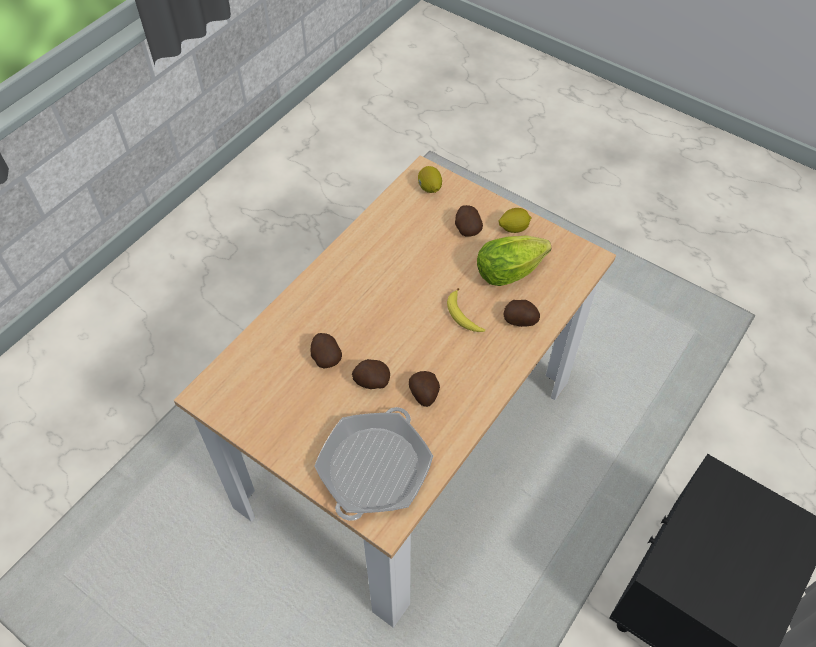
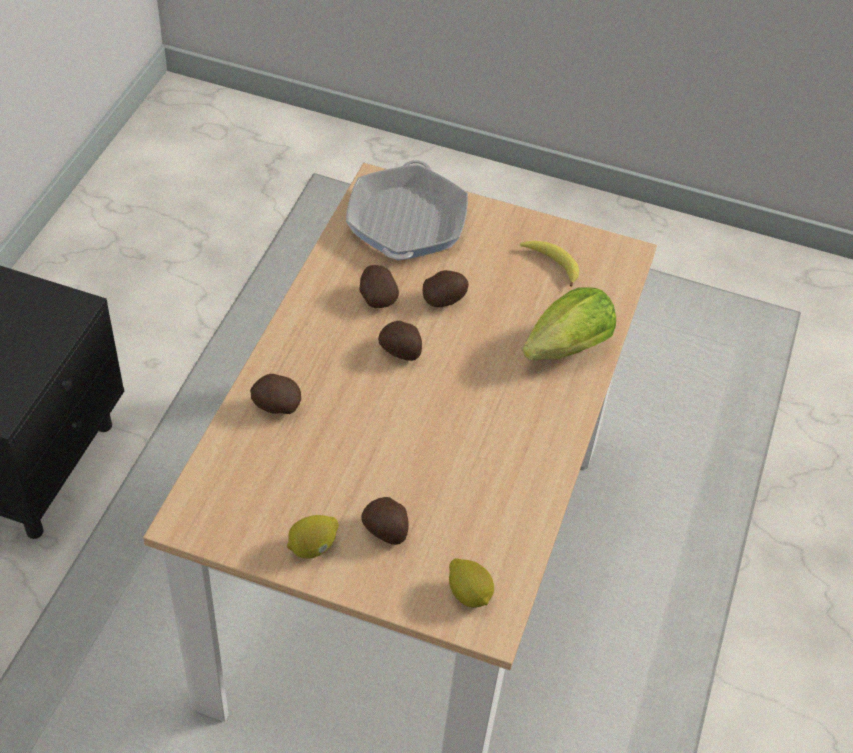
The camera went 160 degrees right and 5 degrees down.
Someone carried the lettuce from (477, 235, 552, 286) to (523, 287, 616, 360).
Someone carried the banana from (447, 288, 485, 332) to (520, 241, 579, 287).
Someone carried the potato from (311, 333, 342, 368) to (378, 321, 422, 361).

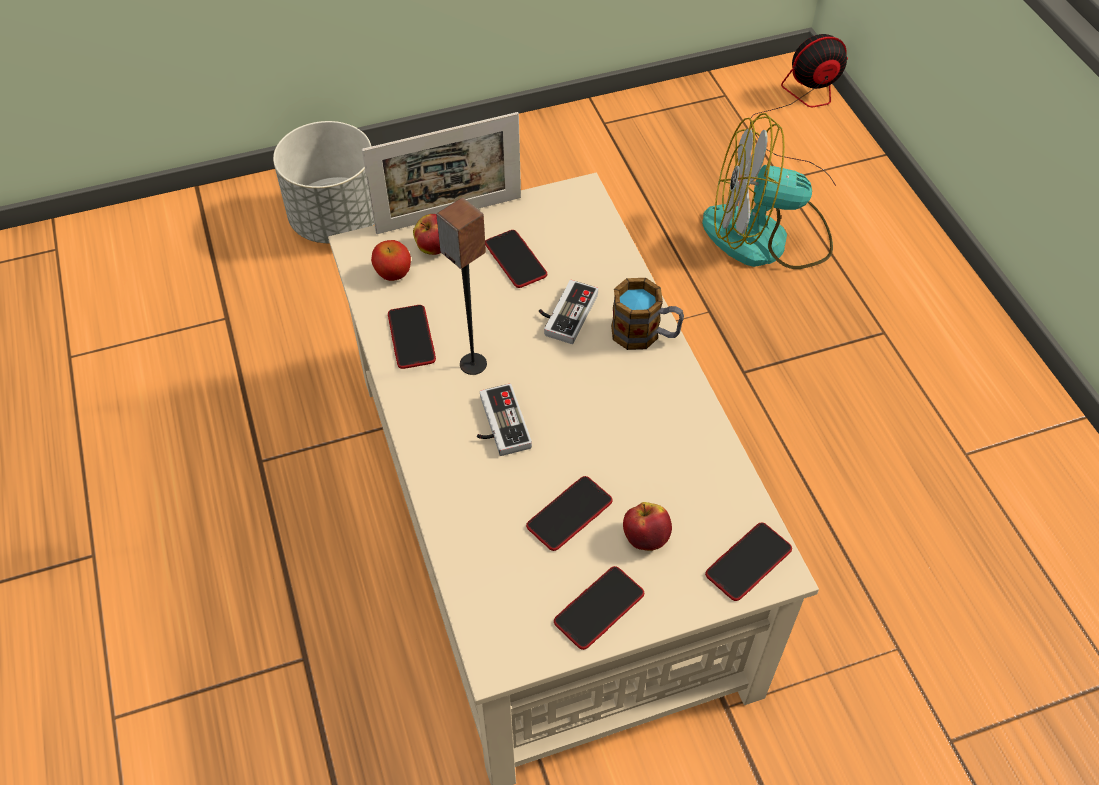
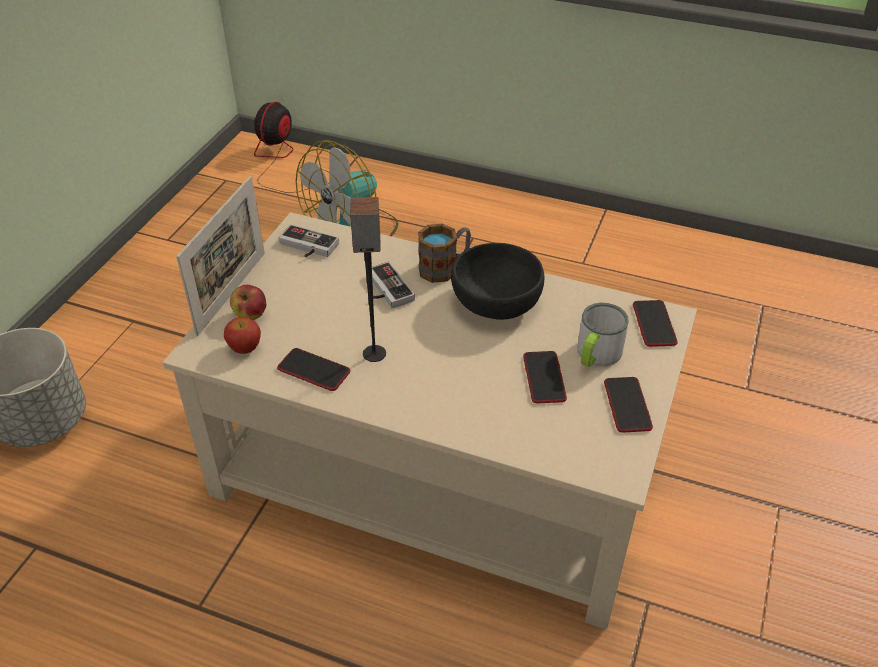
The camera went 50 degrees left and 10 degrees down.
Someone took away the phone at (485, 230, 547, 288).
Someone carried the game controller from (477, 384, 532, 456) to (279, 224, 339, 257).
Someone swapped the apple at (623, 502, 672, 551) for the mug at (578, 303, 629, 367).
Someone put down the black bowl at (451, 243, 544, 320).

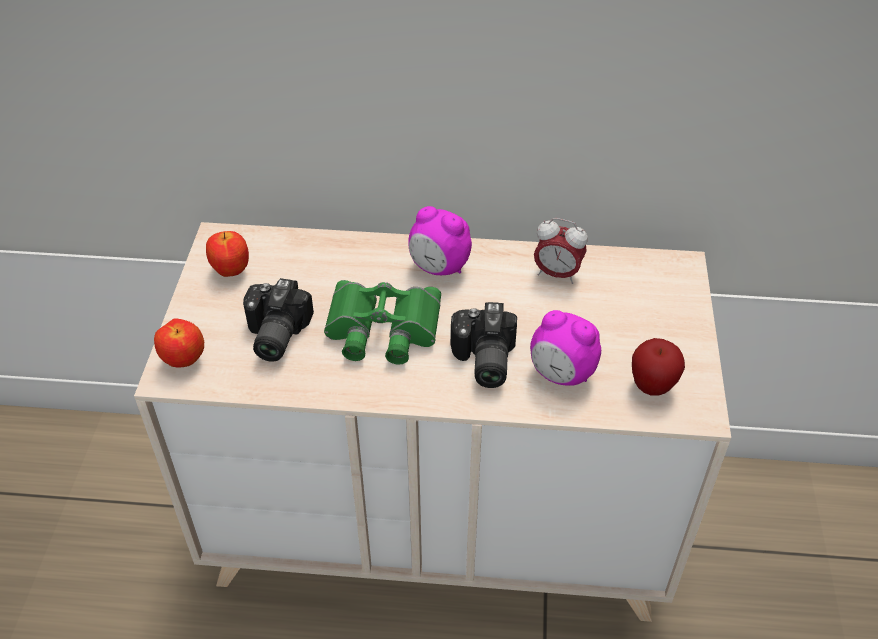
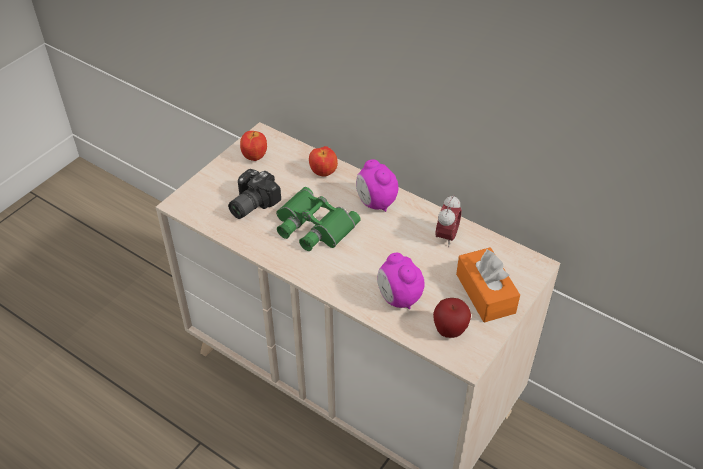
The camera went 30 degrees right and 0 degrees up.
Someone rotated the alarm clock at (534, 218, 588, 284) by 120 degrees counterclockwise.
Someone took away the photo camera at (451, 302, 517, 388).
Someone carried the apple from (154, 318, 204, 368) to (309, 146, 338, 177).
Someone put down the orange tissue box at (456, 247, 520, 322).

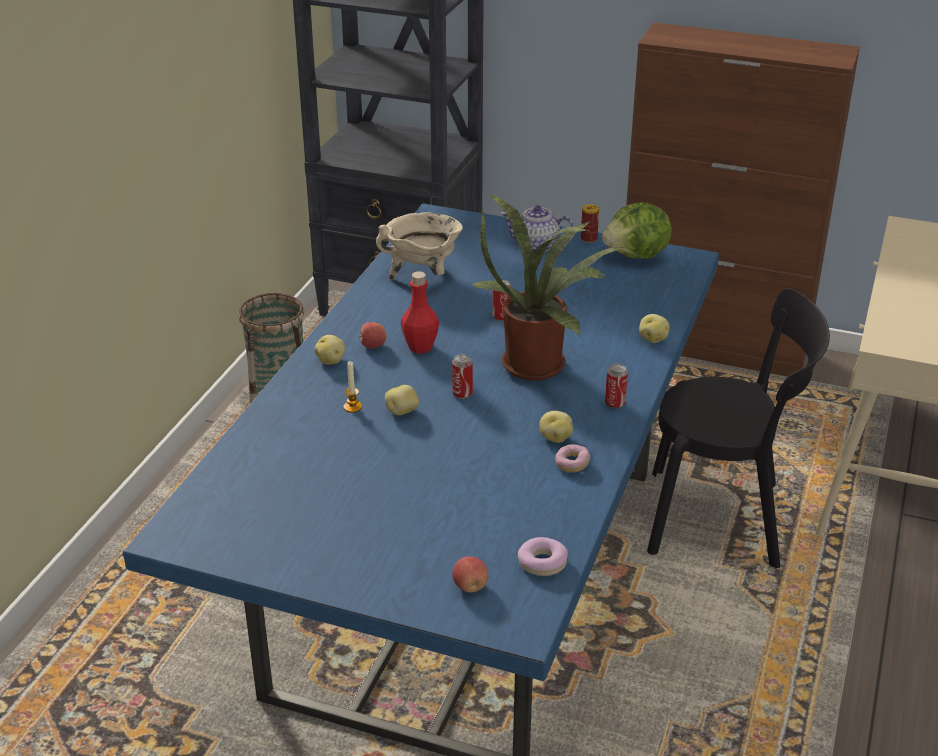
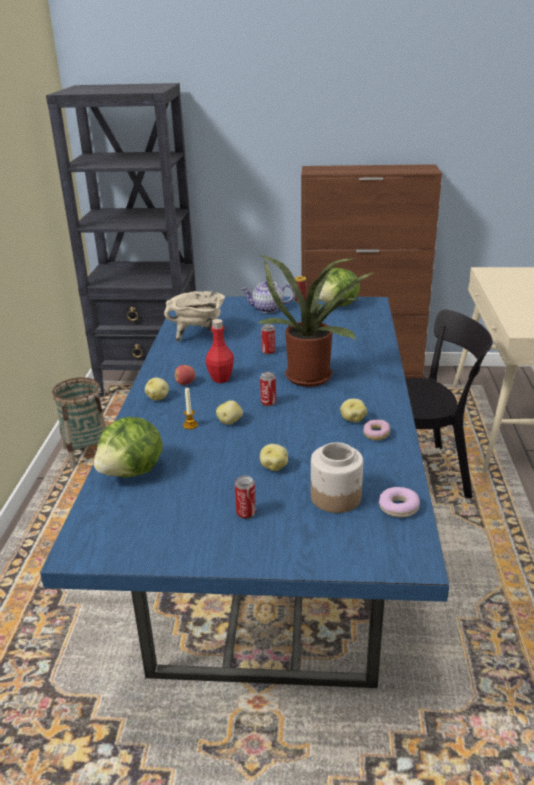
The camera went 15 degrees left and 5 degrees down.
Someone carried the potato from (639, 314, 670, 343) to (260, 444, 288, 471).
Someone carried the can from (605, 364, 628, 409) to (235, 476, 256, 519).
Someone took away the apple at (452, 556, 488, 593).
Someone put down the lettuce at (94, 417, 163, 477).
Someone put down the jar at (311, 442, 363, 513).

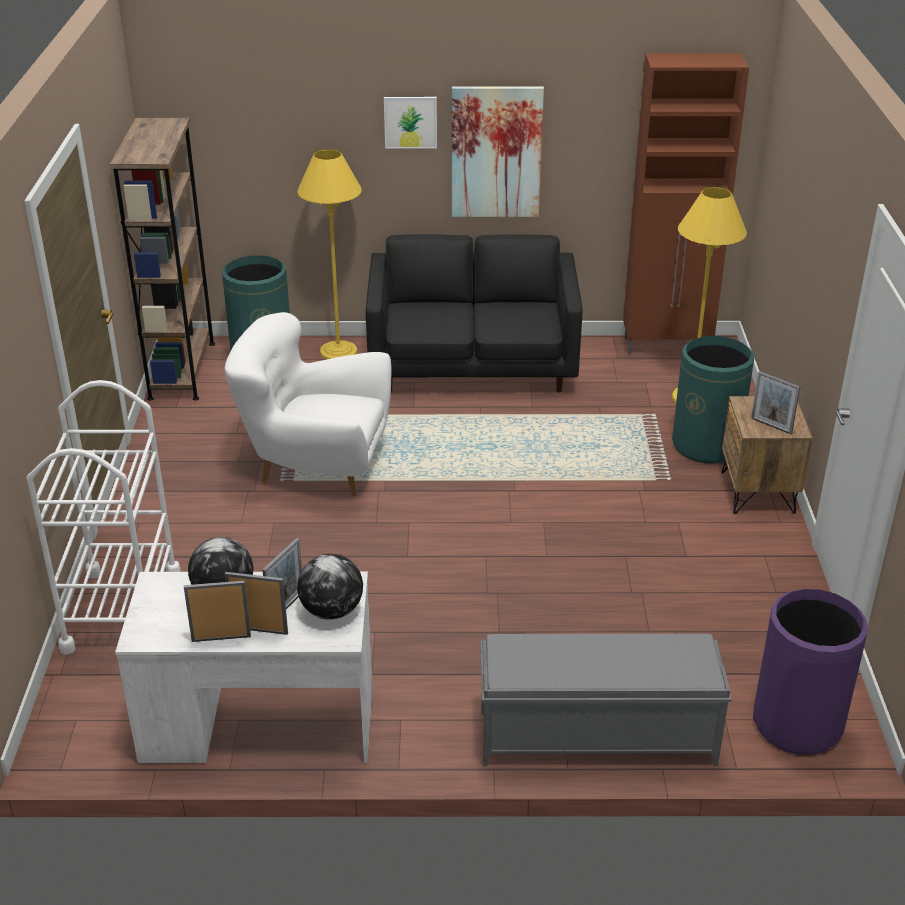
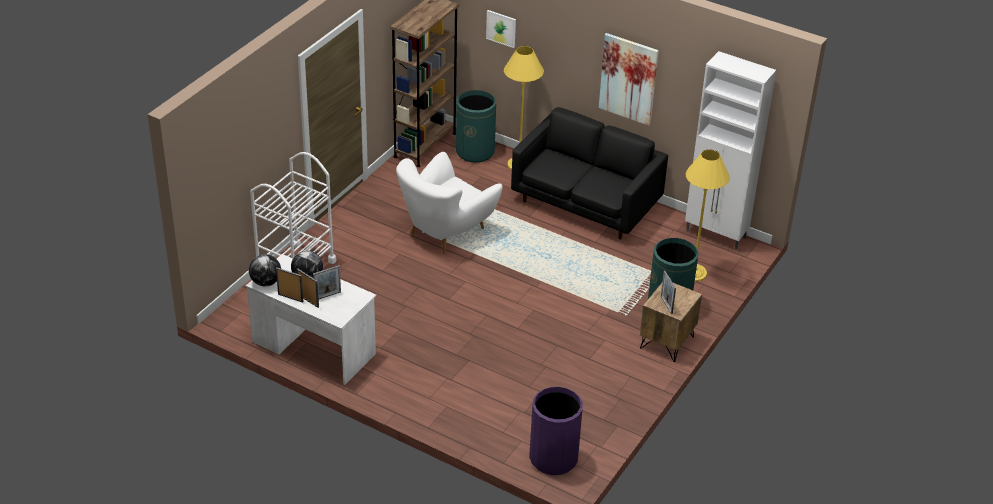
The camera went 30 degrees right and 5 degrees up.
Someone repainted the brown cabinet at (623, 53, 749, 355), which became the white cabinet at (685, 51, 776, 250).
Someone carried the picture from (384, 97, 437, 149) to (486, 10, 516, 48).
Someone rotated the white armchair at (224, 312, 391, 497) by 90 degrees counterclockwise.
Someone carried the globe from (297, 554, 363, 620) to (249, 254, 281, 286).
Someone took away the grey bench at (480, 634, 732, 767).

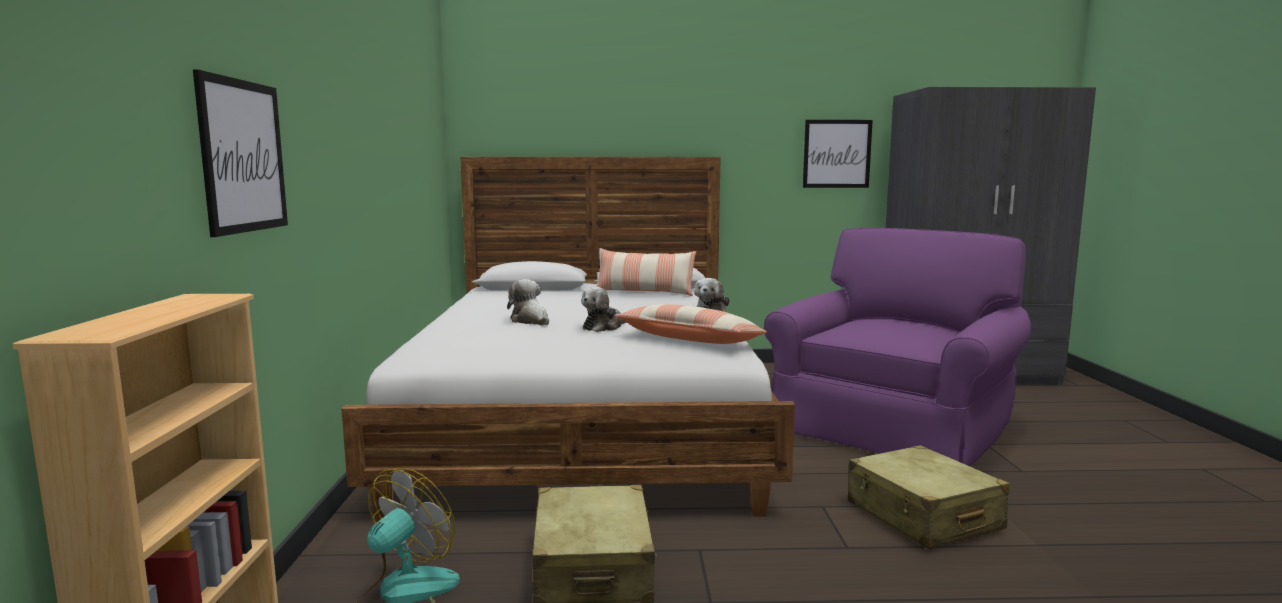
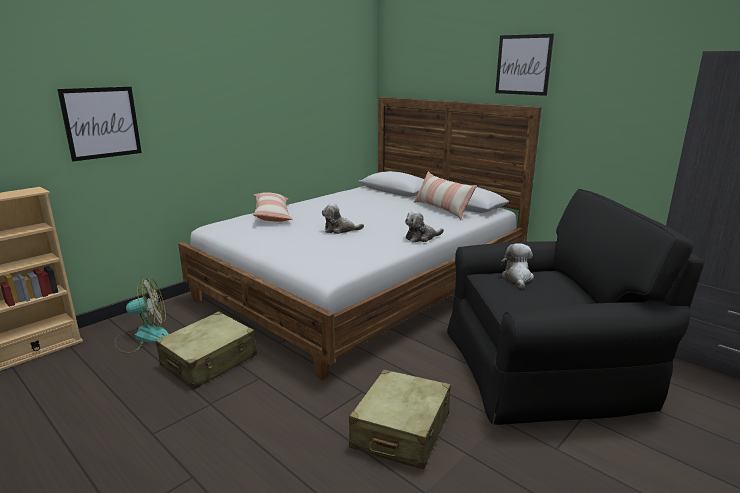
The camera went 45 degrees right and 10 degrees up.
Someone carried the picture from (803, 120, 873, 188) to (495, 34, 554, 96).
Someone repainted the purple armchair at (764, 228, 1031, 467), which became the black armchair at (447, 189, 704, 425).
Someone carried the plush toy from (507, 279, 549, 325) to (500, 243, 534, 289).
Someone carried the pillow from (614, 304, 767, 344) to (253, 192, 292, 222).

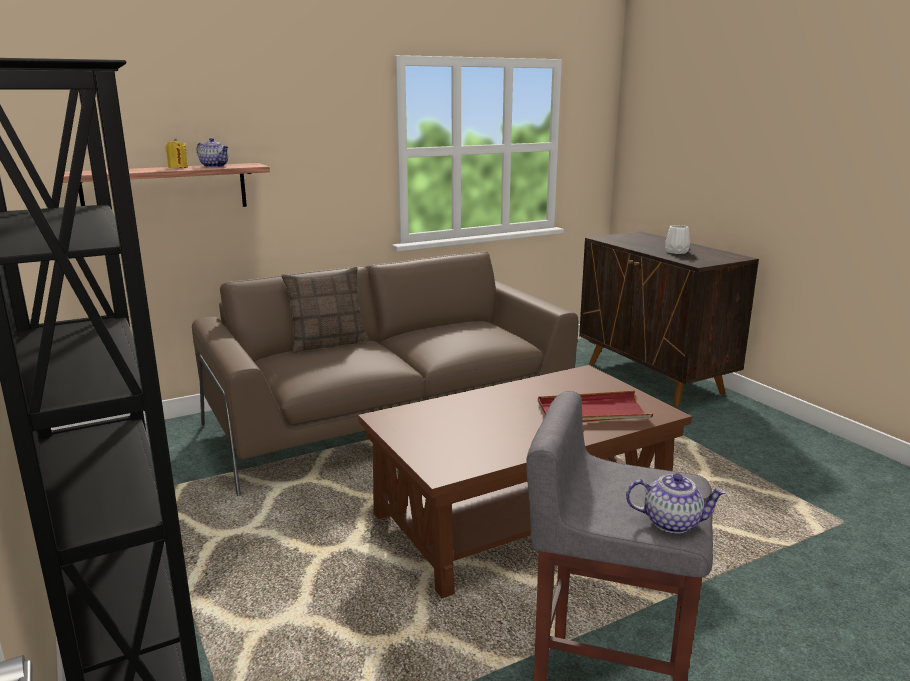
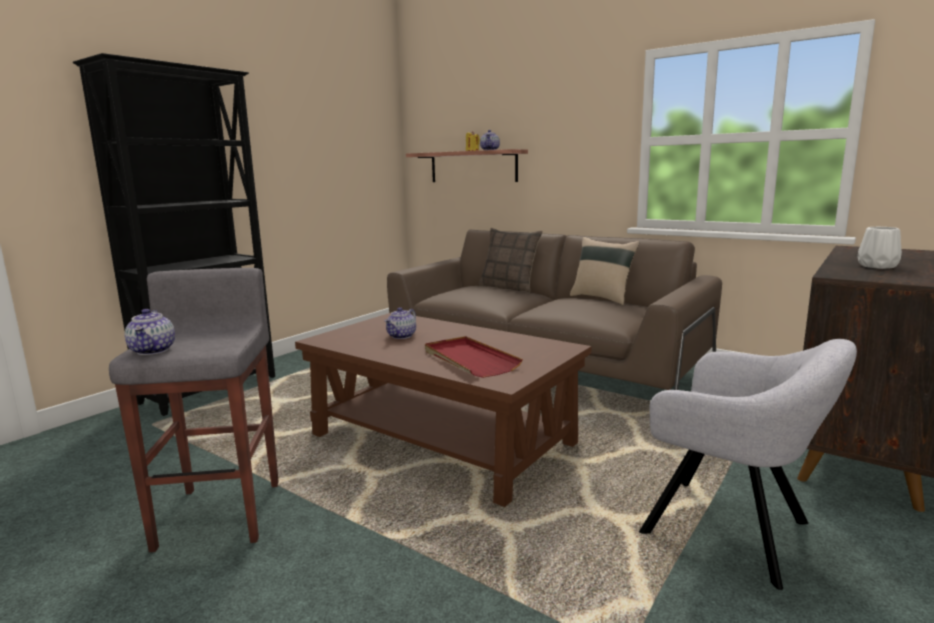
The camera went 65 degrees right and 5 degrees down.
Someone put down the beige pillow at (570, 237, 640, 305).
Someone put down the teapot at (385, 307, 416, 339).
Someone put down the grey armchair at (639, 339, 857, 590).

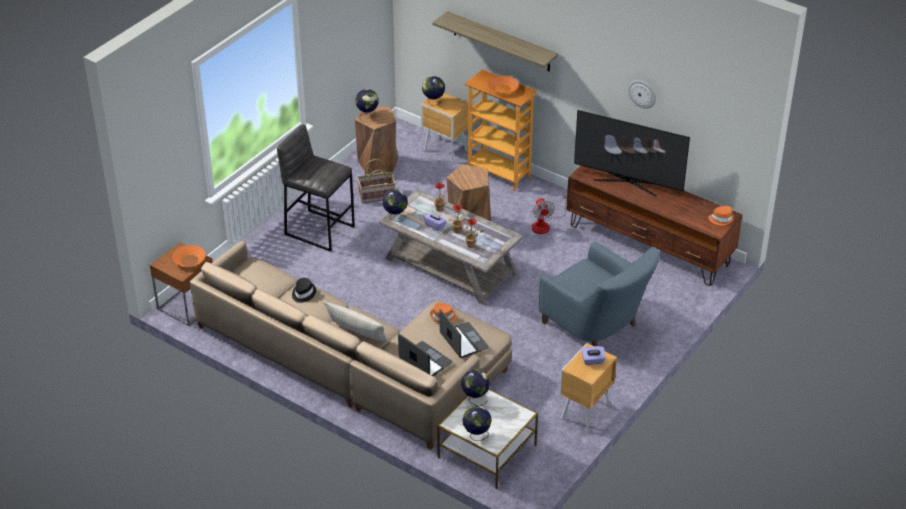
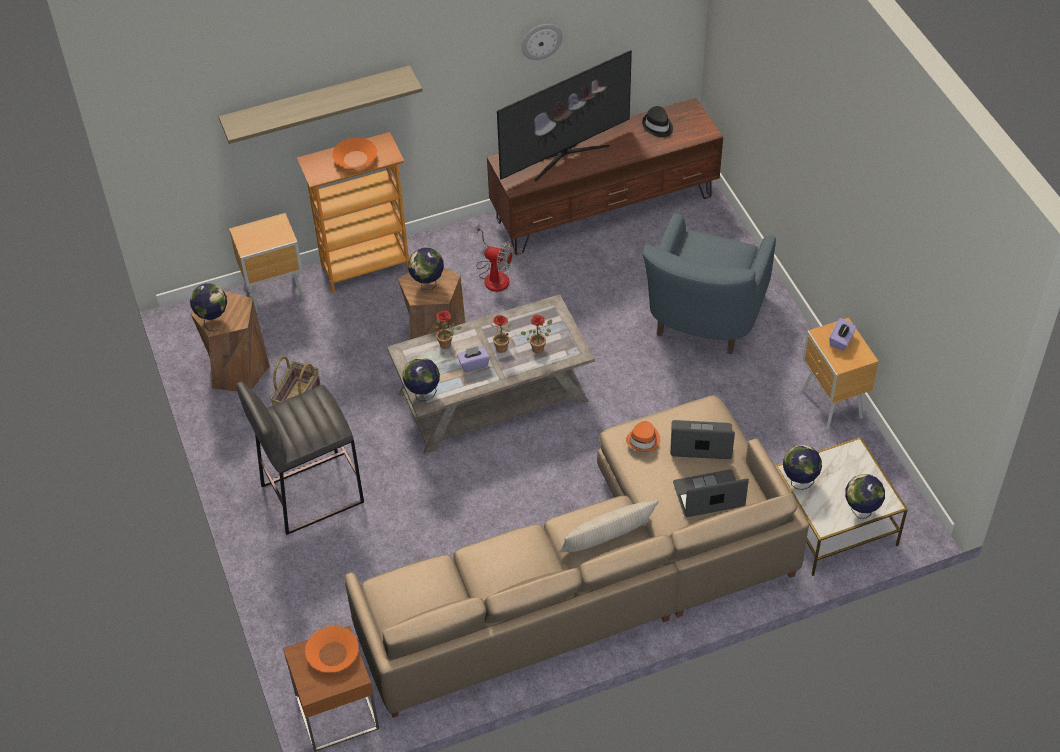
The camera went 55 degrees left and 10 degrees up.
Someone carried the globe from (422, 76, 445, 106) to (408, 248, 444, 290).
Someone took away the orange hat at (708, 206, 735, 226).
Someone rotated the blue armchair at (539, 242, 660, 346) by 120 degrees clockwise.
Someone carried the black hat from (292, 278, 316, 303) to (642, 106, 673, 137).

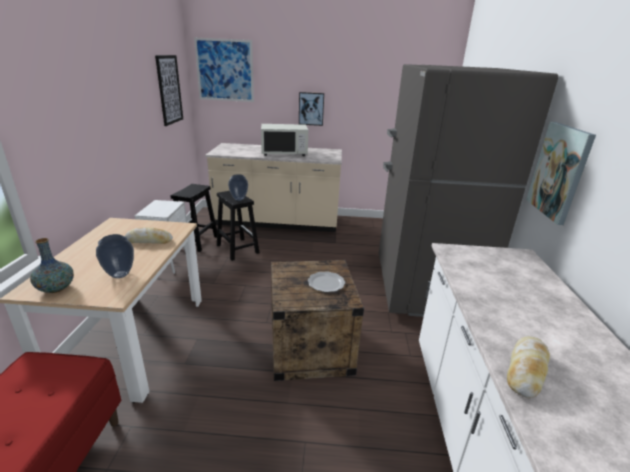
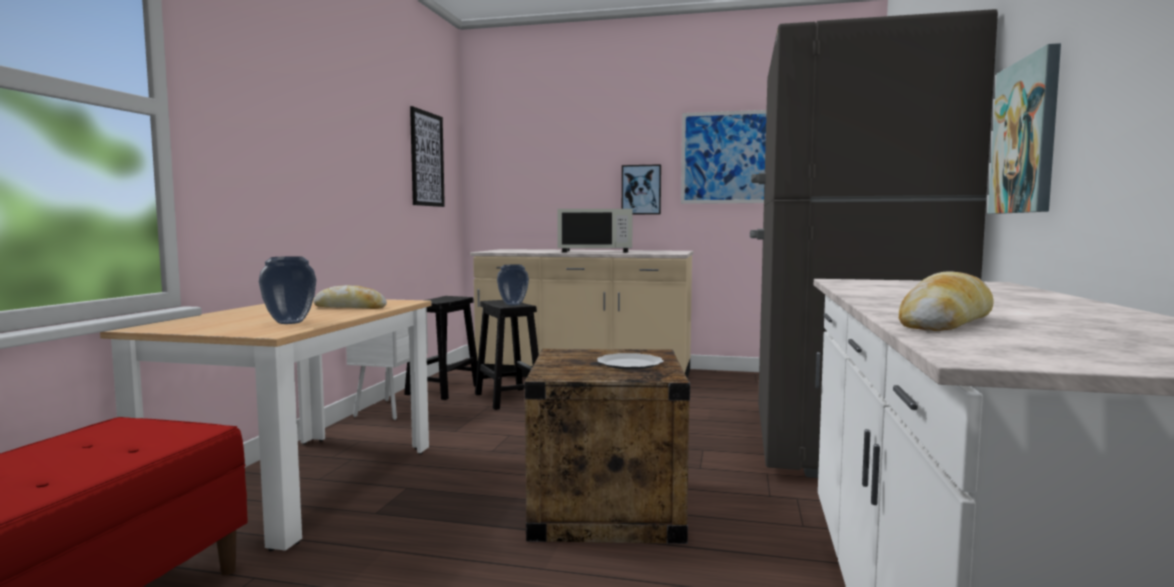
The camera went 10 degrees right and 20 degrees down.
Someone carried the picture from (194, 38, 254, 102) to (681, 110, 766, 204).
Someone took away the vase at (30, 238, 74, 293).

